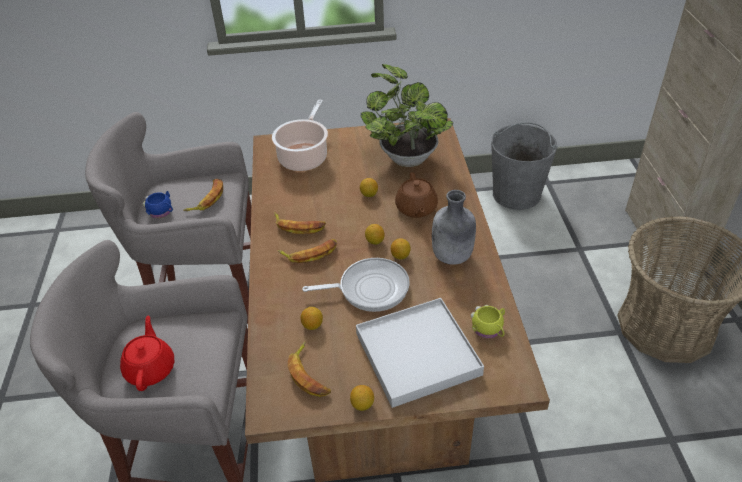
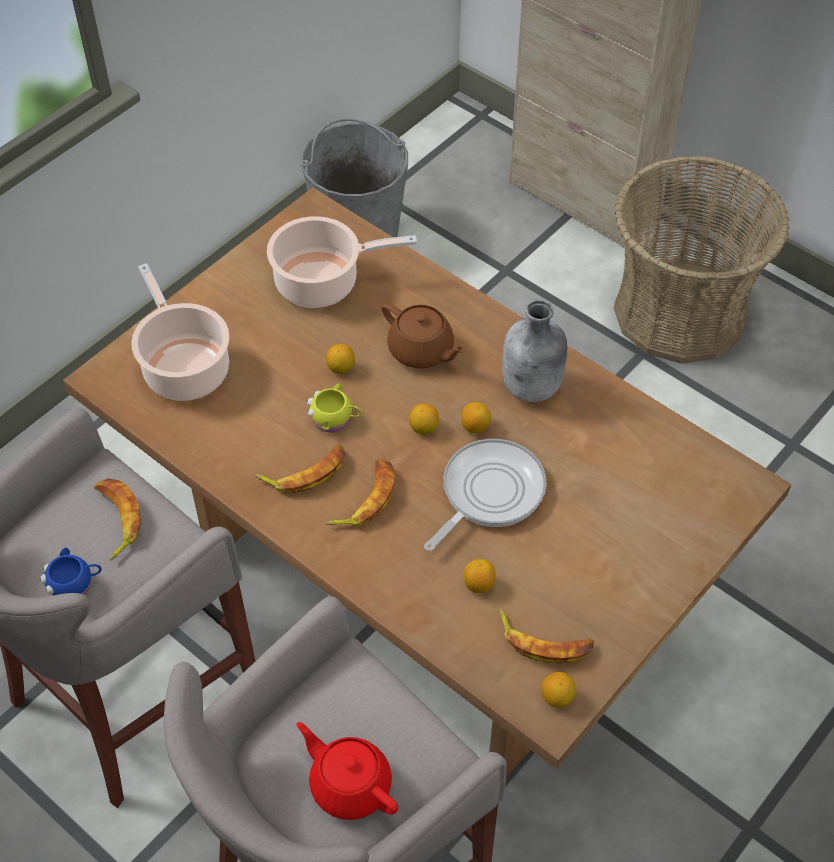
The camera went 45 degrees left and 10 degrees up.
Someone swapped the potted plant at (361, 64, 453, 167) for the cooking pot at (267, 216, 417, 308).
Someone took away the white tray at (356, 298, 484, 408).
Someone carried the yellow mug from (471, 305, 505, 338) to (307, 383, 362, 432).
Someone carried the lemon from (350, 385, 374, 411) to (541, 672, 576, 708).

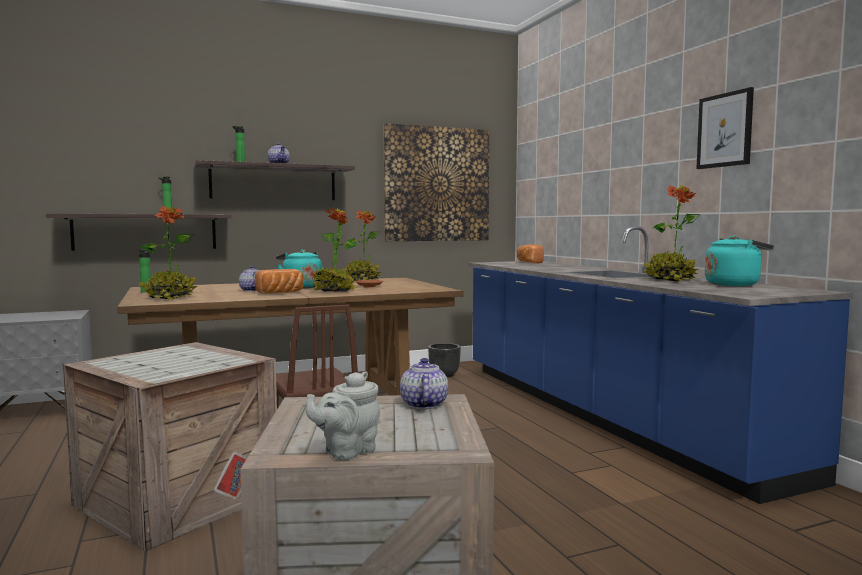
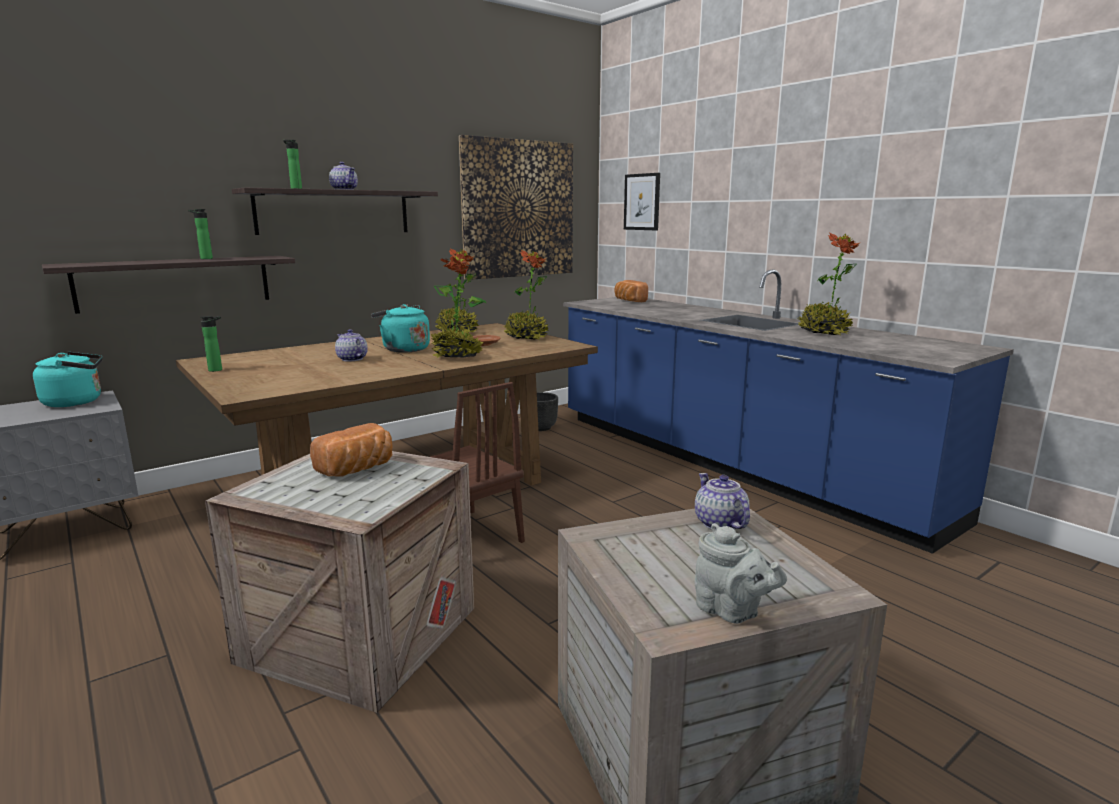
The camera went 15 degrees left and 10 degrees up.
Someone carried the picture from (696, 87, 754, 169) to (624, 173, 660, 230).
Someone carried the potted plant from (139, 206, 197, 300) to (504, 250, 549, 339).
Someone carried the turquoise kettle from (705, 235, 774, 286) to (33, 352, 103, 407).
Someone carried the bread from (255, 269, 303, 294) to (310, 423, 392, 477).
Someone rotated the grey teapot at (306, 371, 380, 460) by 75 degrees counterclockwise.

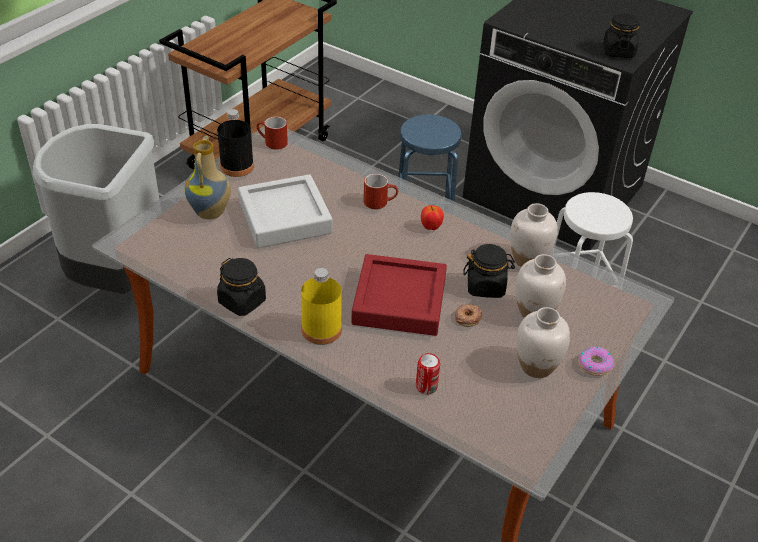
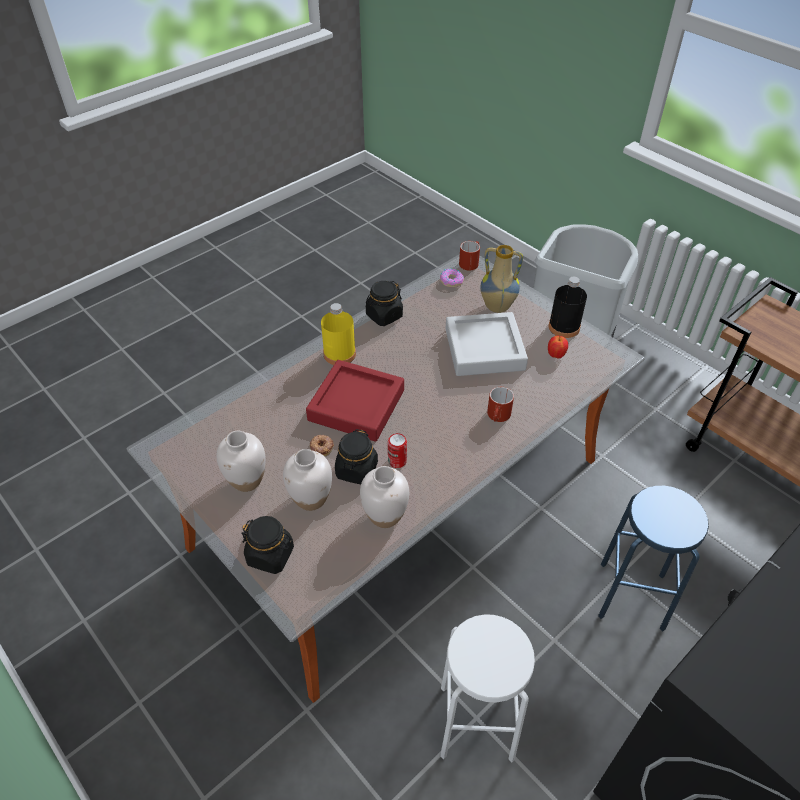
The camera went 105 degrees right and 5 degrees up.
Someone carried the black jar from (603, 13, 640, 58) to (241, 516, 294, 574).
Someone carried the red mug from (256, 117, 288, 150) to (459, 241, 480, 270).
Someone carried the apple from (421, 205, 444, 230) to (548, 336, 568, 359).
Someone carried the donut from (578, 346, 614, 376) to (440, 268, 464, 287).
Someone carried the can from (416, 353, 440, 395) to (388, 433, 407, 468).

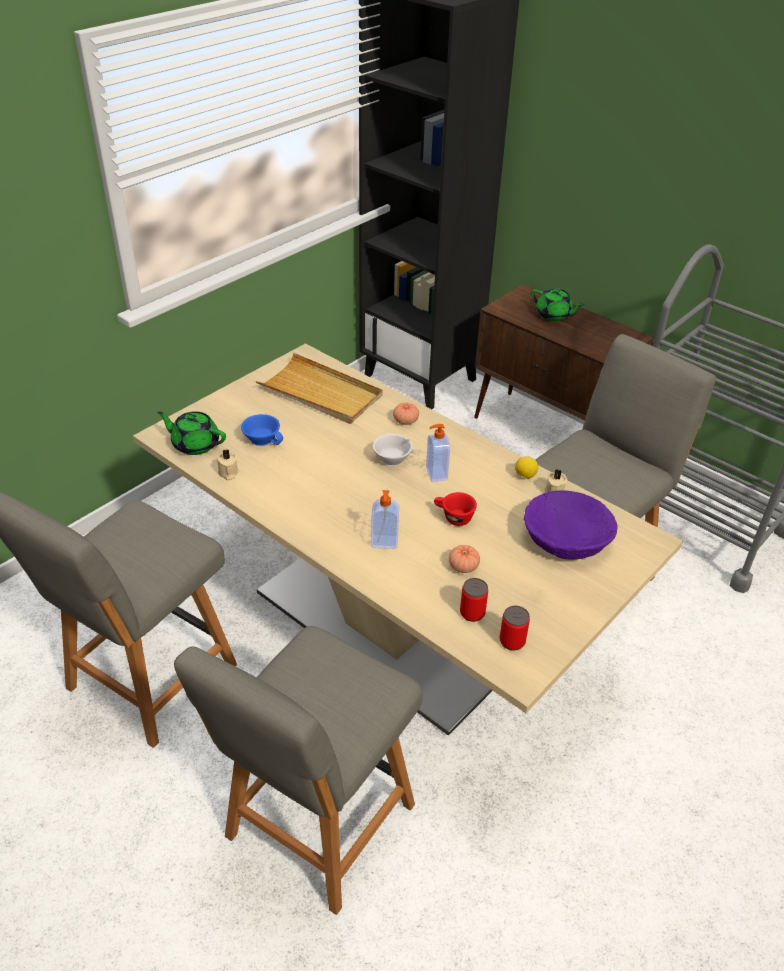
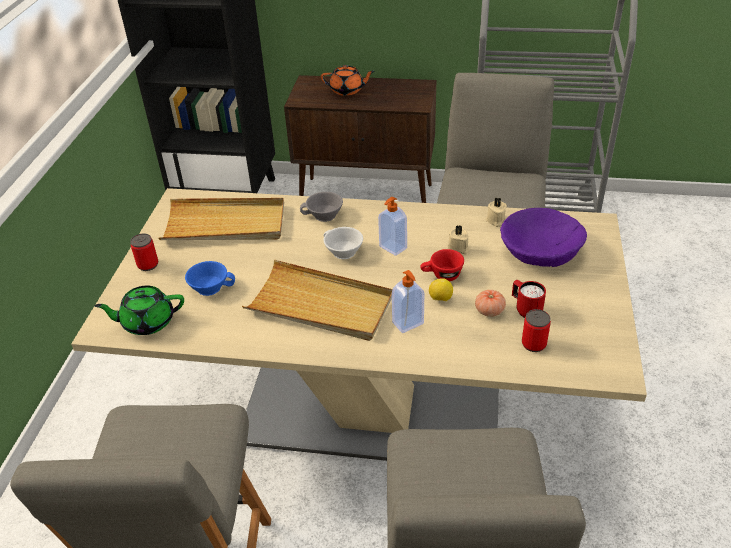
The camera went 30 degrees left and 0 degrees up.
Someone repainted the green teapot at (531, 288, 584, 321), which became the orange teapot at (321, 65, 375, 96).
Someone swapped the tomato at (393, 402, 419, 425) for the grey cup at (300, 192, 343, 222).
Someone carried the beige candle from (217, 449, 239, 480) to (448, 225, 470, 254).
Someone carried the lemon from (515, 456, 538, 479) to (429, 278, 453, 301).
Someone carried the can from (499, 606, 530, 650) to (130, 233, 158, 271).
Someone put down the beige tray at (242, 260, 392, 341).
Someone put down the red mug at (512, 280, 546, 318).

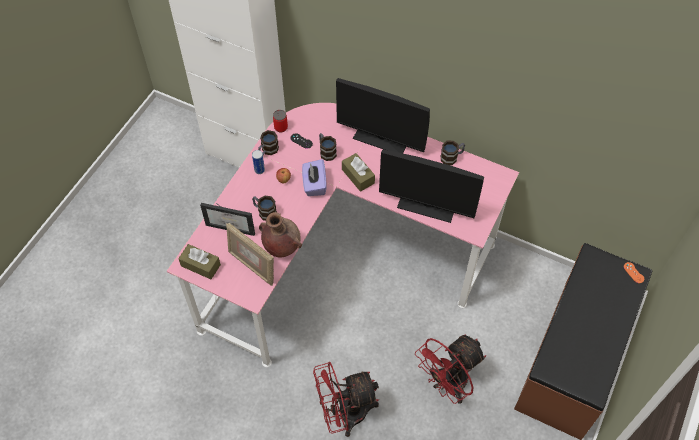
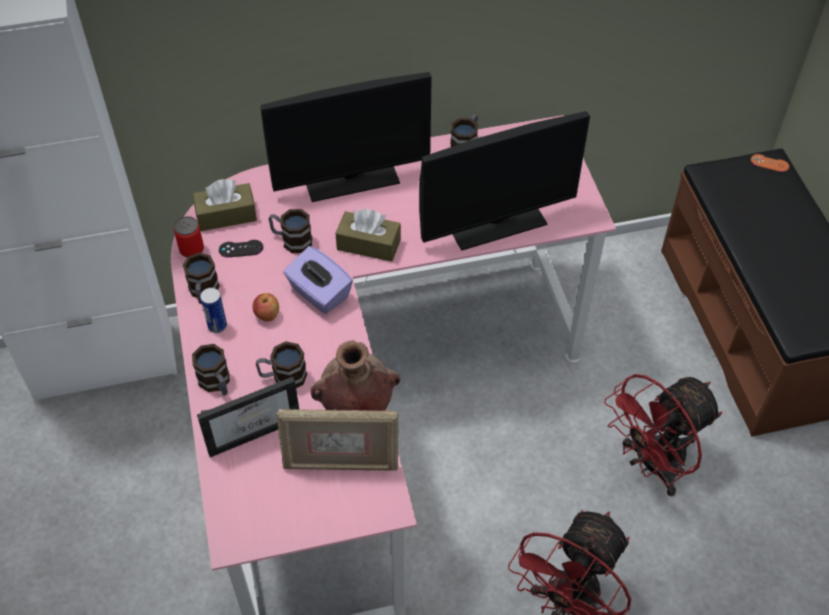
The camera went 40 degrees left and 5 degrees down.
Someone carried the brown tissue box from (178, 244, 221, 279) to (193, 179, 257, 231).
Someone rotated the red fan at (415, 334, 486, 404) by 45 degrees clockwise.
Someone put down the mug at (192, 344, 230, 396).

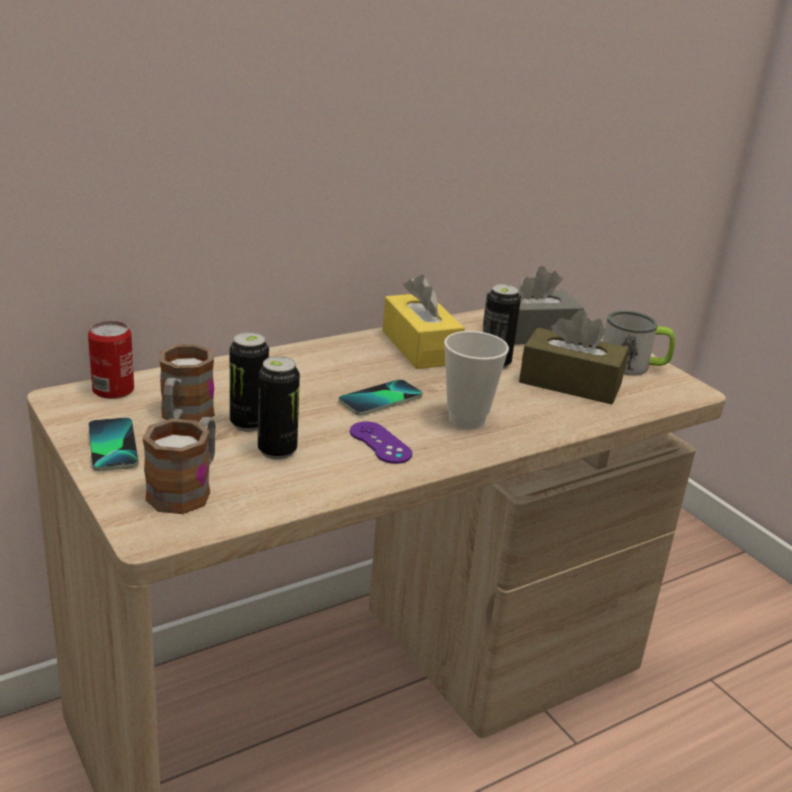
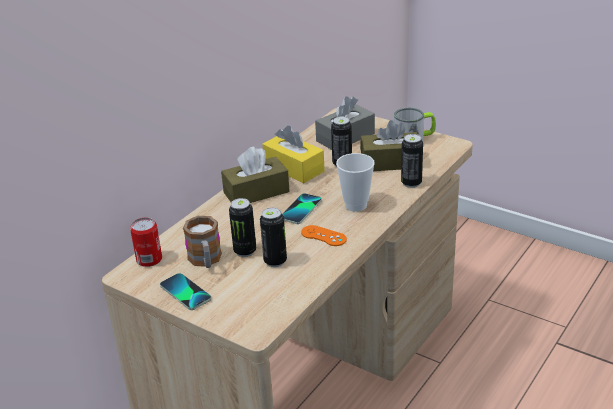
The camera went 20 degrees left and 5 degrees up.
Someone took away the mug at (142, 417, 216, 514).
Someone repainted the purple game controller at (350, 421, 412, 464), which became the orange game controller at (301, 225, 347, 246).
Someone put down the can at (401, 134, 423, 188).
Someone put down the brown tissue box at (221, 146, 290, 203).

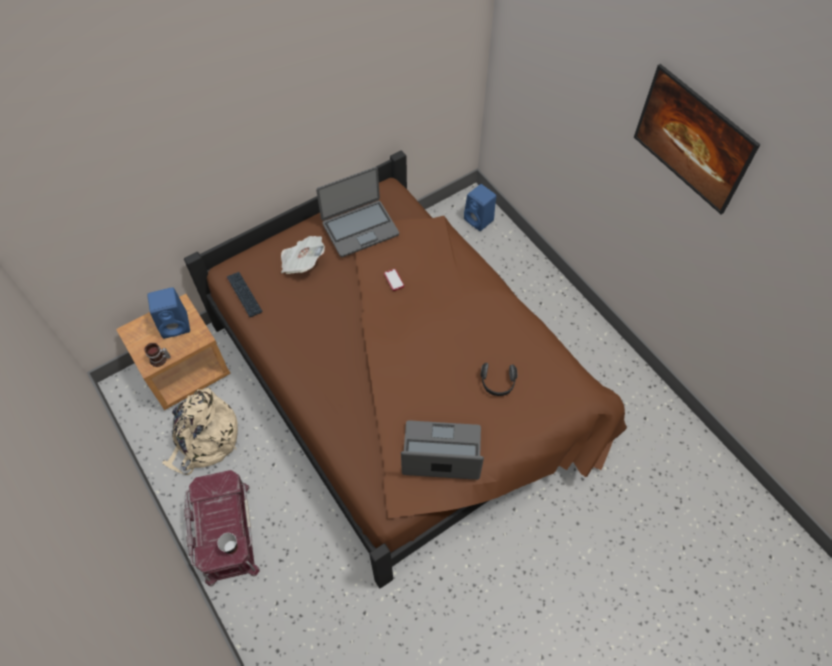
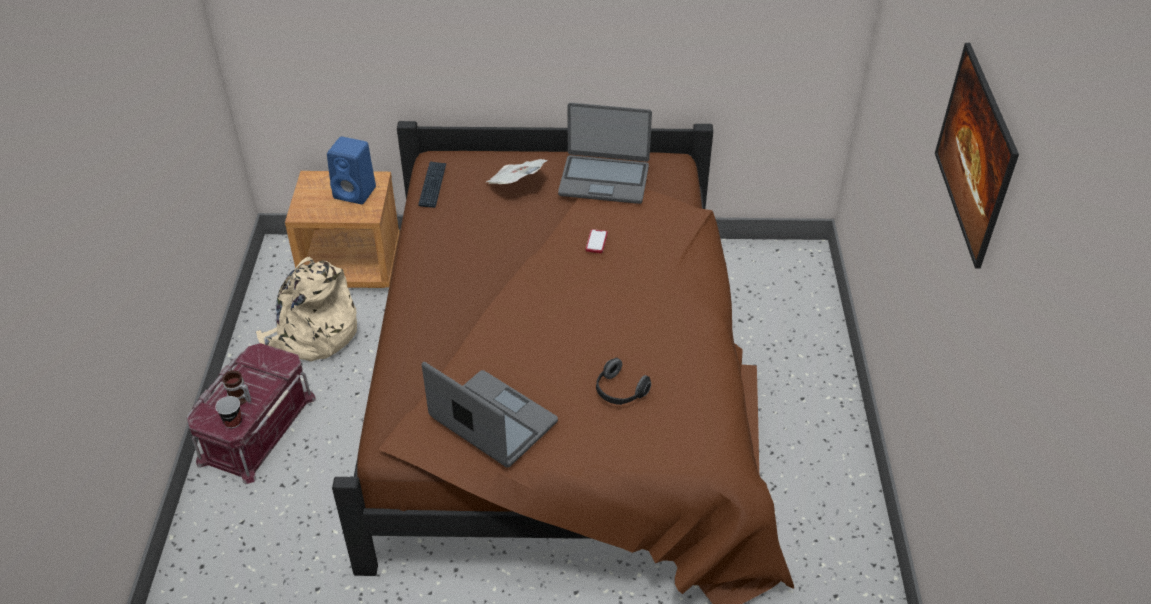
The camera went 35 degrees right and 15 degrees down.
Someone took away the blue speaker at (464, 184, 496, 231).
Someone carried the mug from (144, 343, 171, 367) to (222, 370, 252, 405).

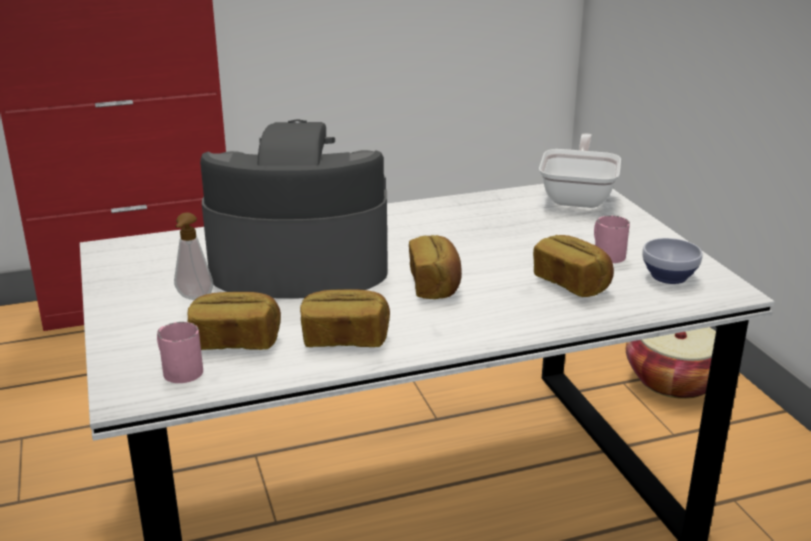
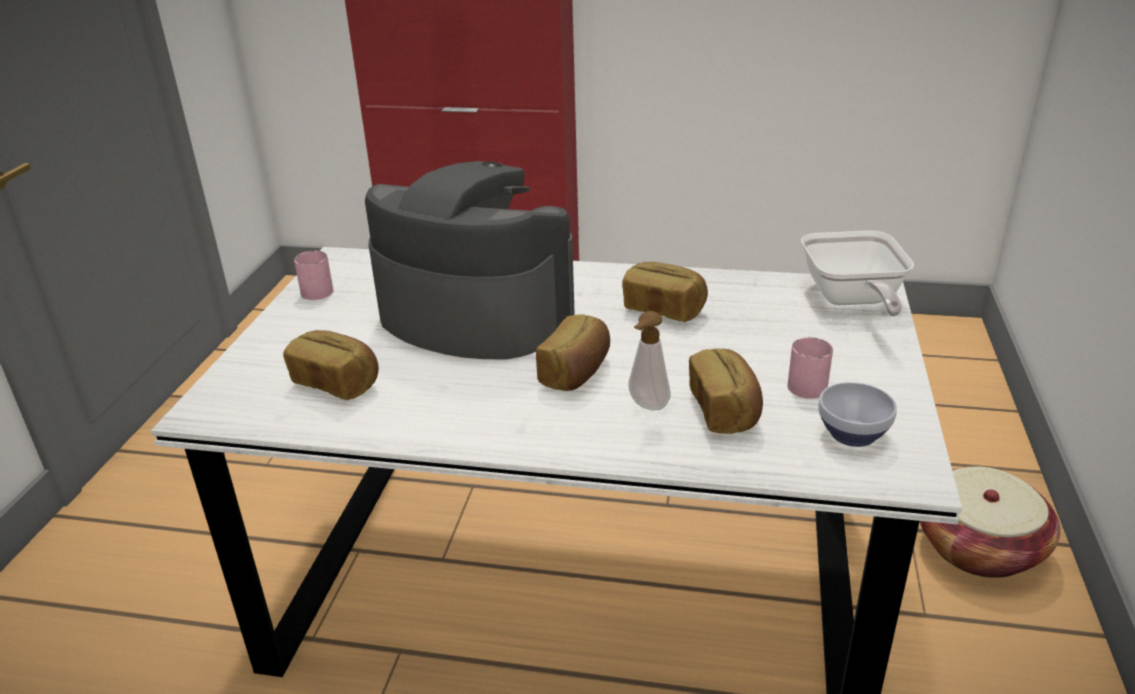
The camera went 30 degrees right and 5 degrees up.
Someone rotated the frying pan at (539, 133, 621, 208) by 135 degrees clockwise.
Someone carried the soap dispenser from (174, 213, 213, 300) to (628, 311, 670, 410).
Someone carried the bread from (300, 289, 390, 347) to (622, 262, 708, 322).
Someone carried the pink mug from (157, 322, 203, 383) to (294, 251, 333, 300).

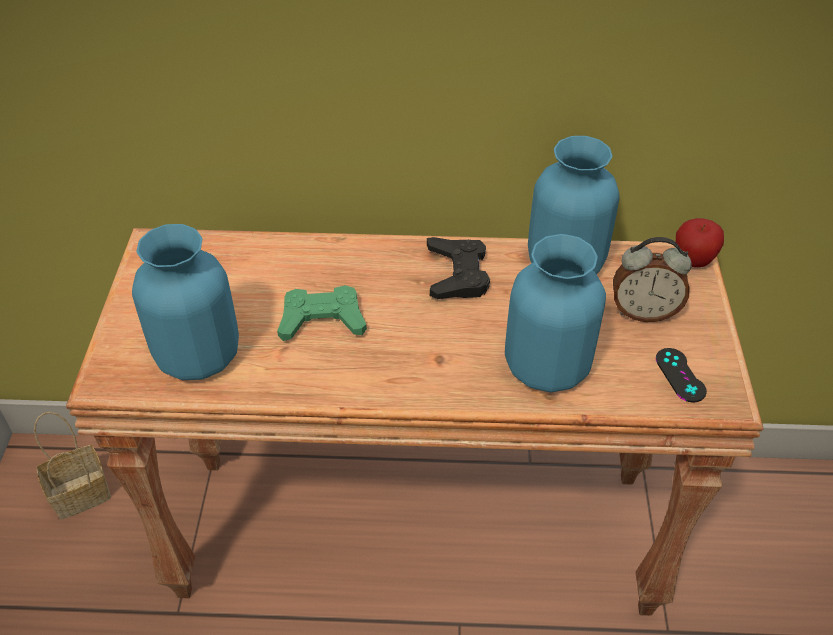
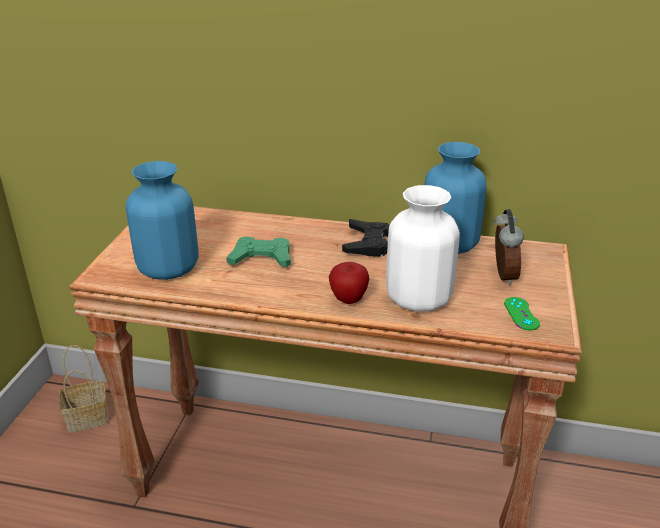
The camera went 10 degrees right and 15 degrees down.
Someone carried the apple from (676, 218, 724, 267) to (329, 262, 369, 304).
Someone repainted the blue vase at (505, 234, 606, 392), which became the white vase at (386, 185, 460, 312).
Someone rotated the alarm clock at (613, 237, 692, 322) by 105 degrees counterclockwise.
Someone repainted the black game controller at (656, 348, 707, 402), which became the green game controller at (504, 297, 540, 330).

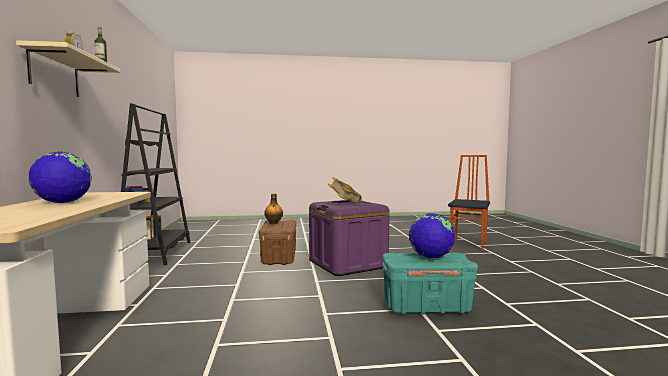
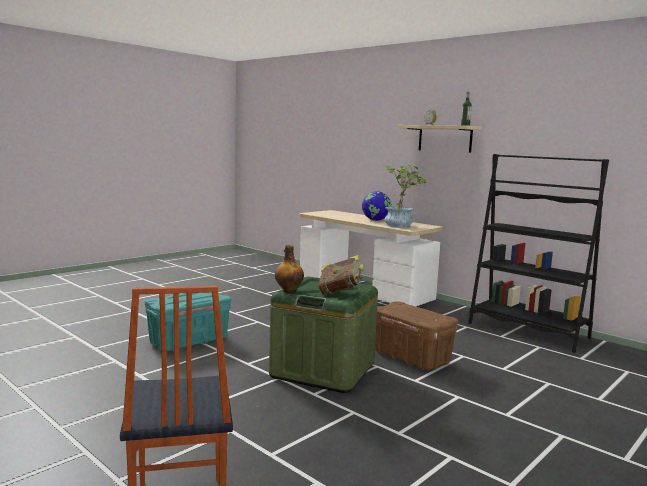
The camera went 140 degrees right and 5 degrees up.
Someone carried the bottle from (264, 194, 283, 224) to (275, 245, 304, 293).
Someone repainted the purple storage box at (309, 200, 390, 276), which became the green storage box at (269, 277, 378, 393).
Someone took away the globe at (409, 213, 455, 258).
Someone put down the potted plant at (384, 164, 428, 228).

